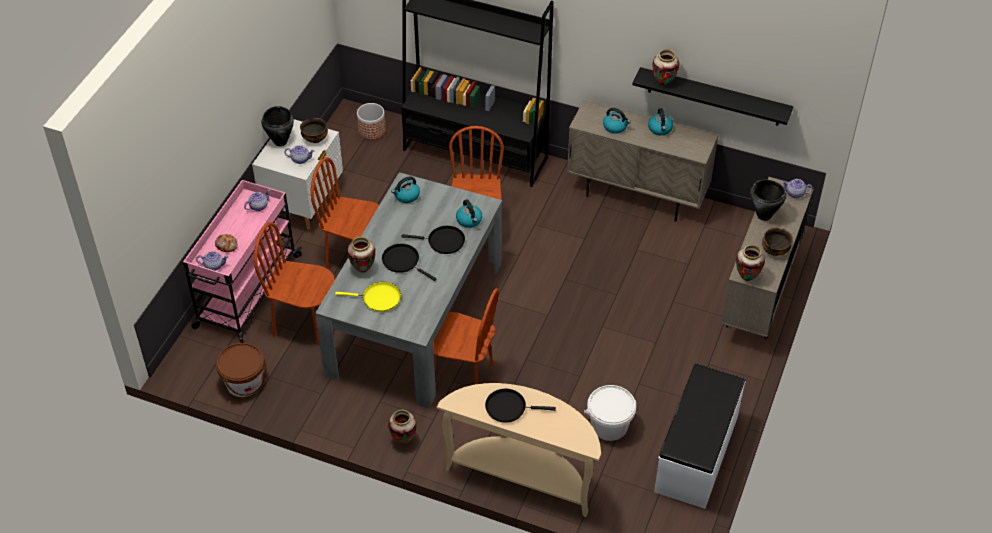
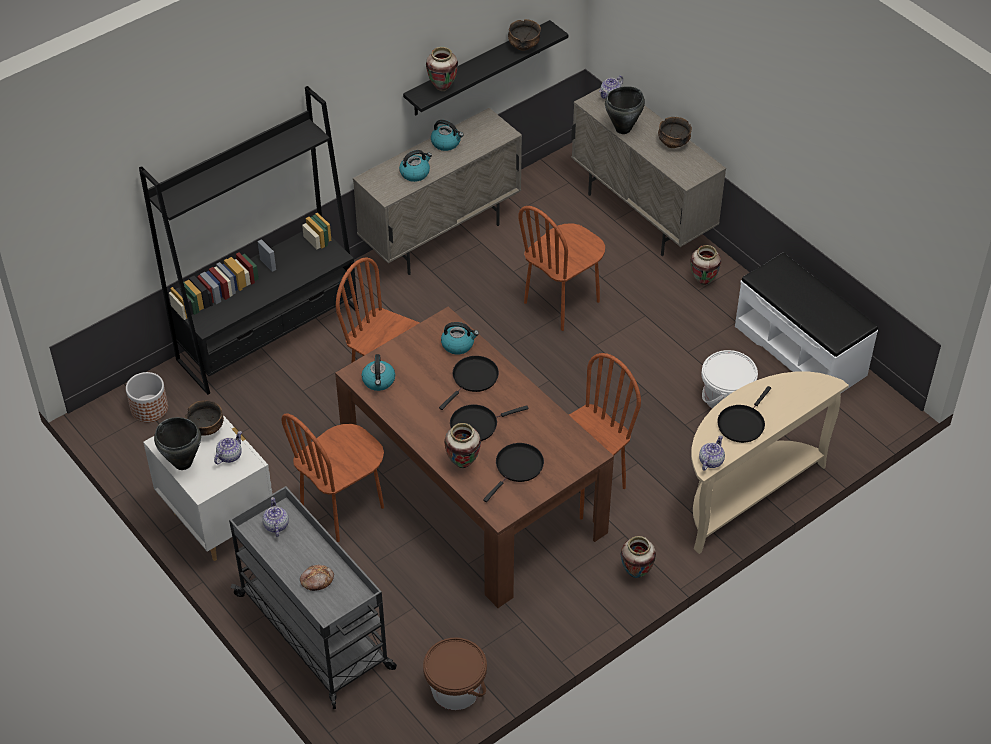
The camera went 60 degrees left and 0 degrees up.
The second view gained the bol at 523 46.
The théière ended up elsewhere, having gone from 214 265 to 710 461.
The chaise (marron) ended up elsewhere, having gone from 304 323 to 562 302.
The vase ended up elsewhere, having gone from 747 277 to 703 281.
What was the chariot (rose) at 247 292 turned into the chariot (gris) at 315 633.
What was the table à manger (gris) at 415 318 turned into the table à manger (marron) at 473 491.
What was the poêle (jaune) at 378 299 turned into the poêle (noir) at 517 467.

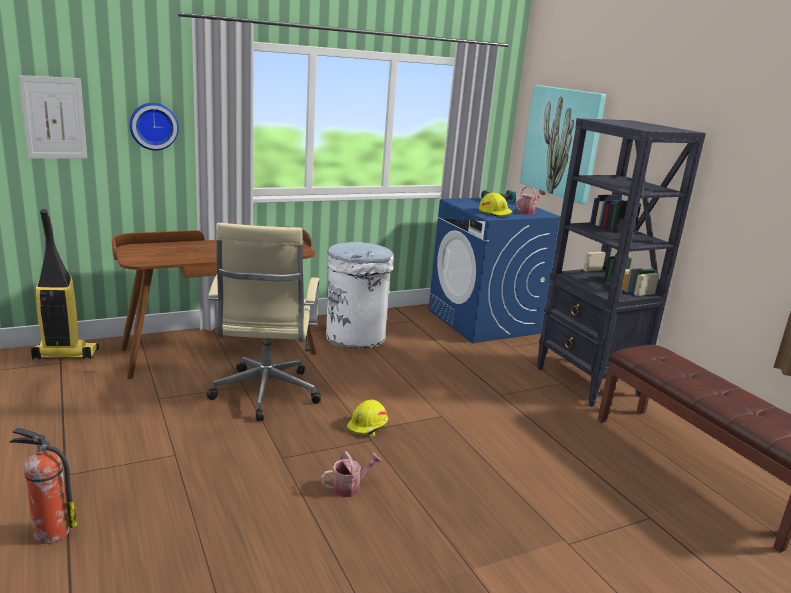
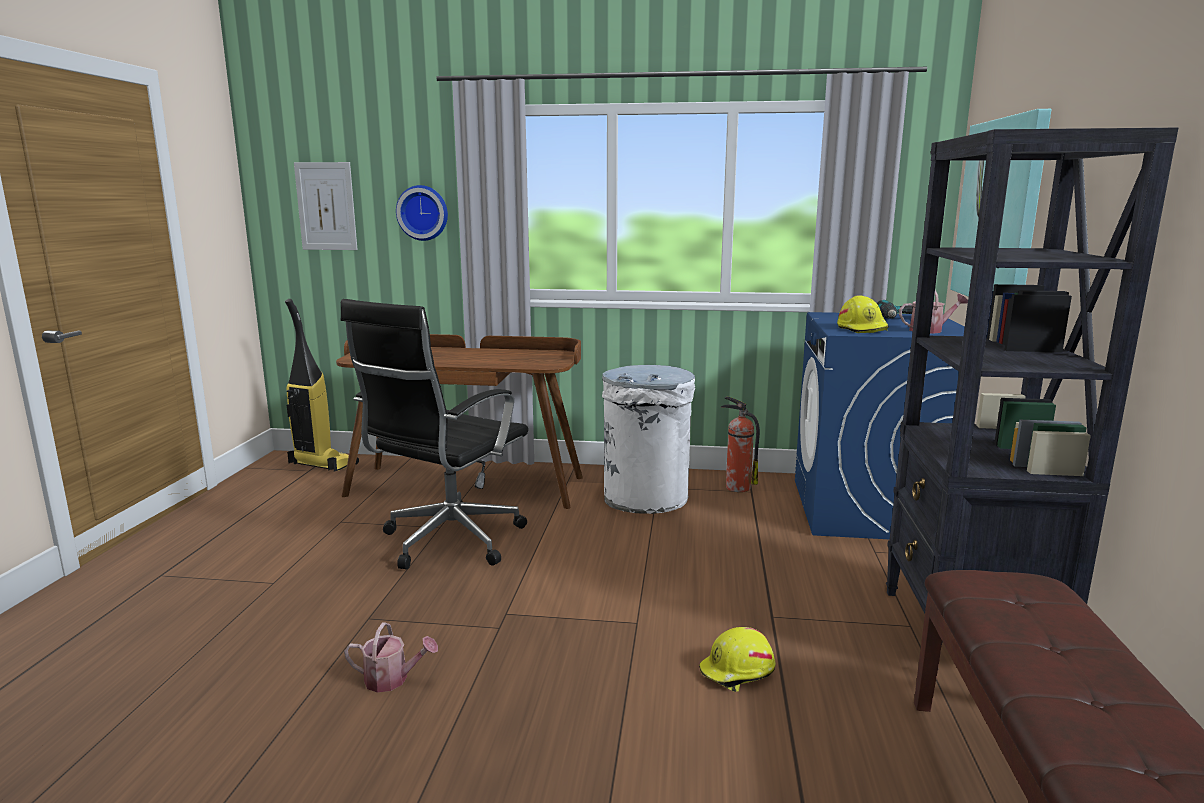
The camera went 35 degrees right and 5 degrees down.
The extincteur ended up elsewhere, having gone from 49 533 to 736 487.
The casque de chantier (jaune) ended up elsewhere, having gone from 368 426 to 737 672.
What was the chaise de bureau (beige) at 265 395 turned into the chaise de bureau (noir) at 448 542.

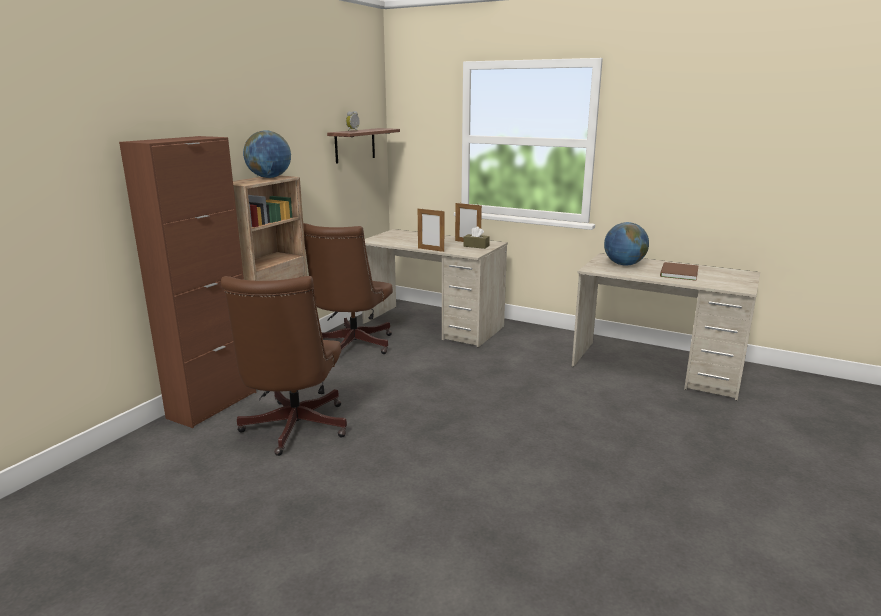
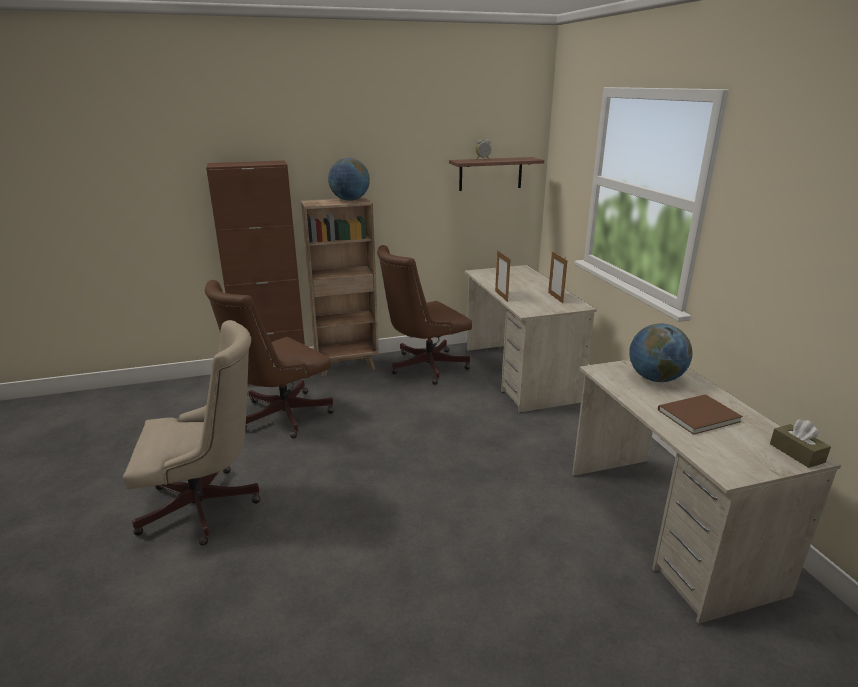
The camera went 45 degrees right and 5 degrees up.
The second view gained the chaise de bureau (beige) at 207 507.
The boîte à mouchoirs (marron) ended up elsewhere, having gone from 476 246 to 796 453.

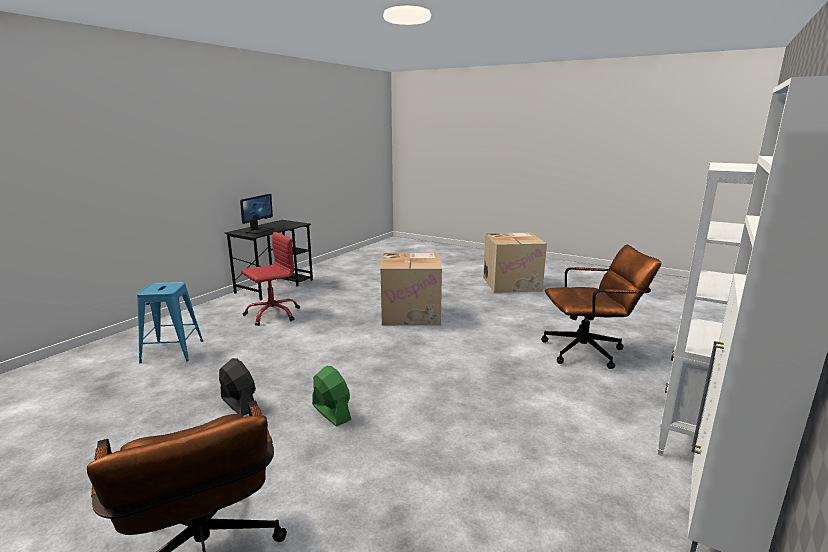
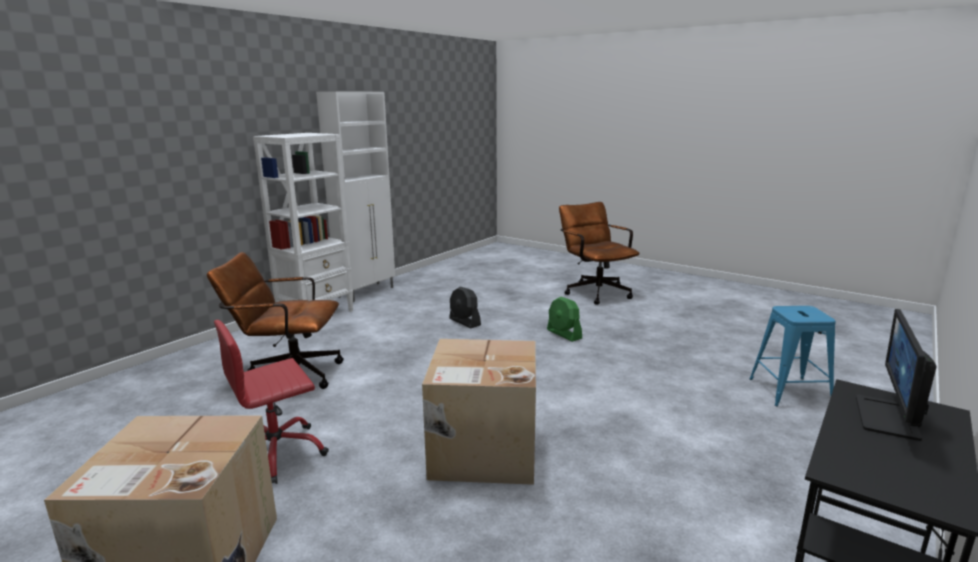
The camera went 175 degrees left and 0 degrees up.
The ventilateur (noir) ended up elsewhere, having gone from 239 403 to 465 322.
The chaise de bureau (rouge) ended up elsewhere, having gone from 272 314 to 276 454.

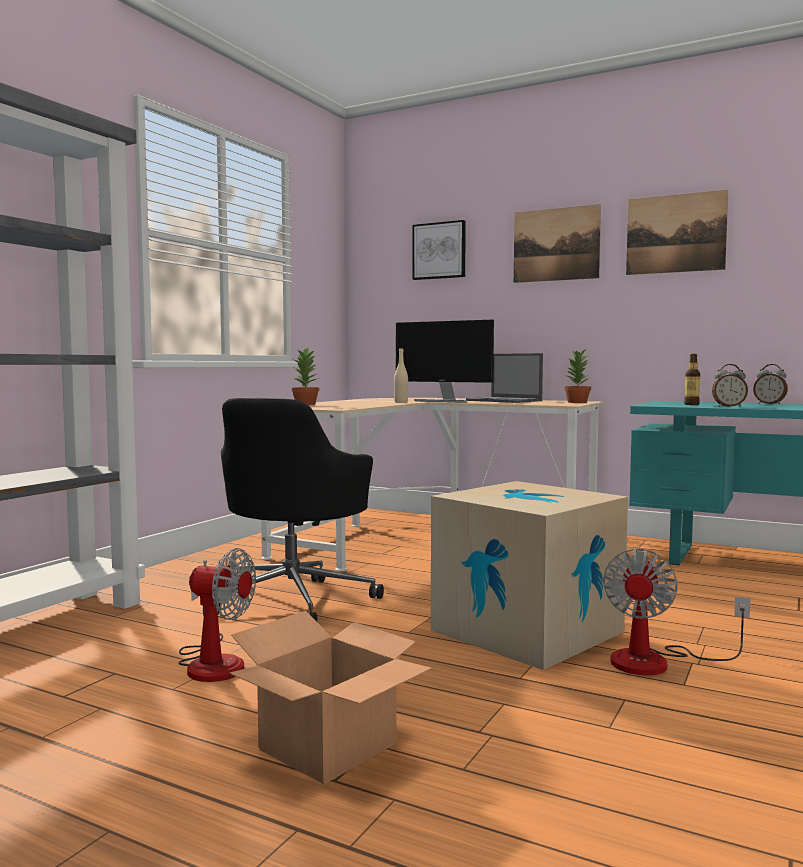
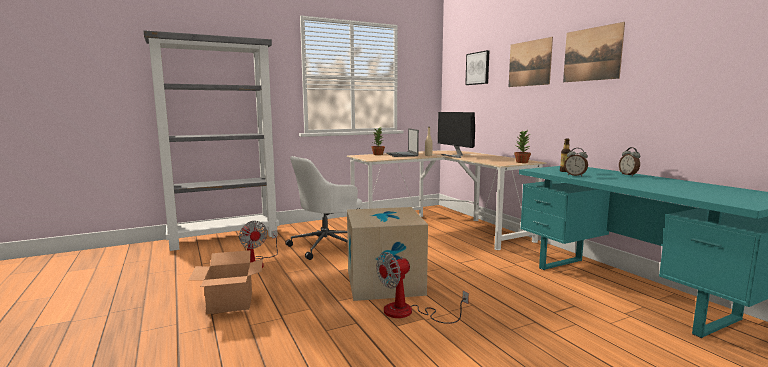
The camera went 35 degrees right and 5 degrees up.
The ordinateur portable ended up elsewhere, having gone from 505 400 to 402 154.
What was the chaise de bureau (noir) at 294 599 turned into the chaise de bureau (blanc) at 327 246.

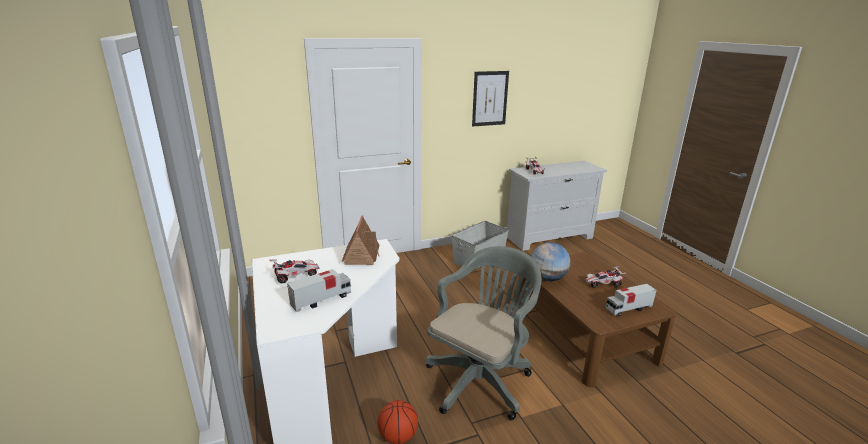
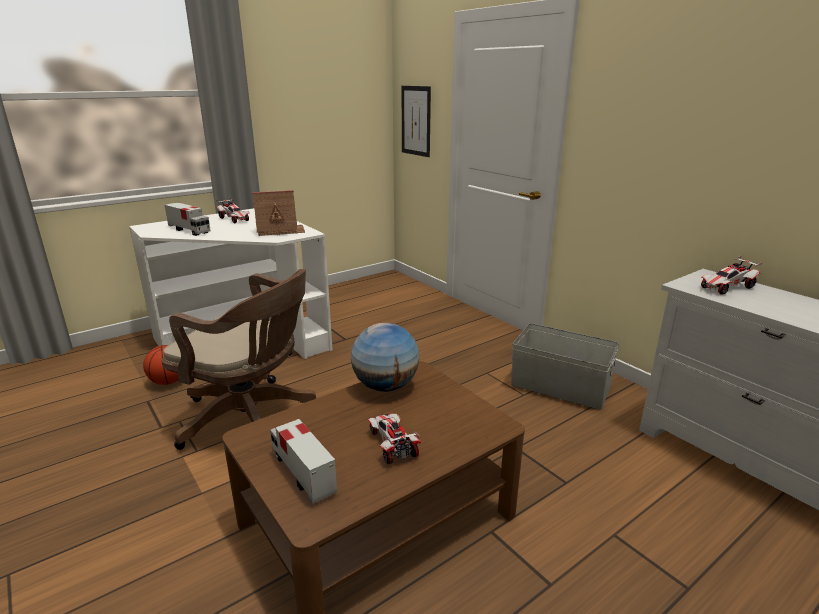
The camera went 75 degrees right and 0 degrees up.
The tableau ended up elsewhere, having gone from 490 98 to 416 121.
What was the chaise de bureau (gris) at 481 379 turned into the chaise de bureau (marron) at 252 420.

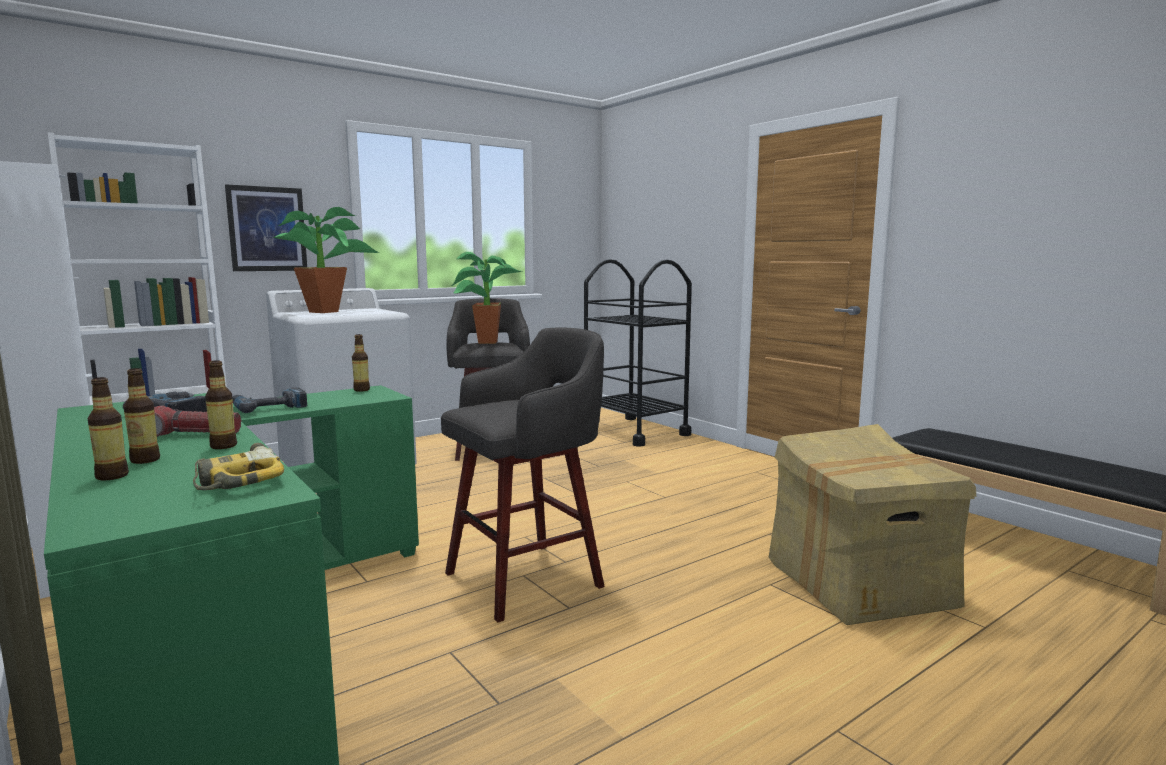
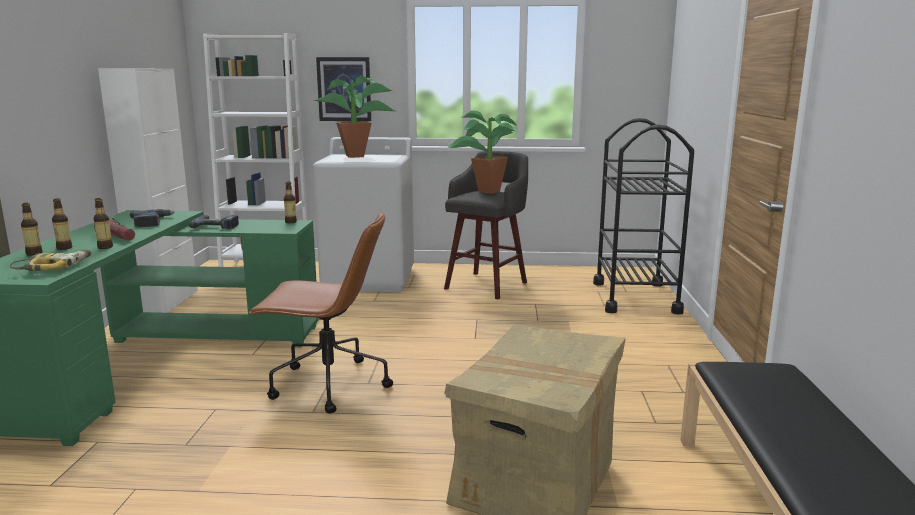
The camera went 40 degrees right and 5 degrees up.
Where the tabouret (gris) stood at 528 578, the chaise de bureau (marron) came to stand at 327 385.

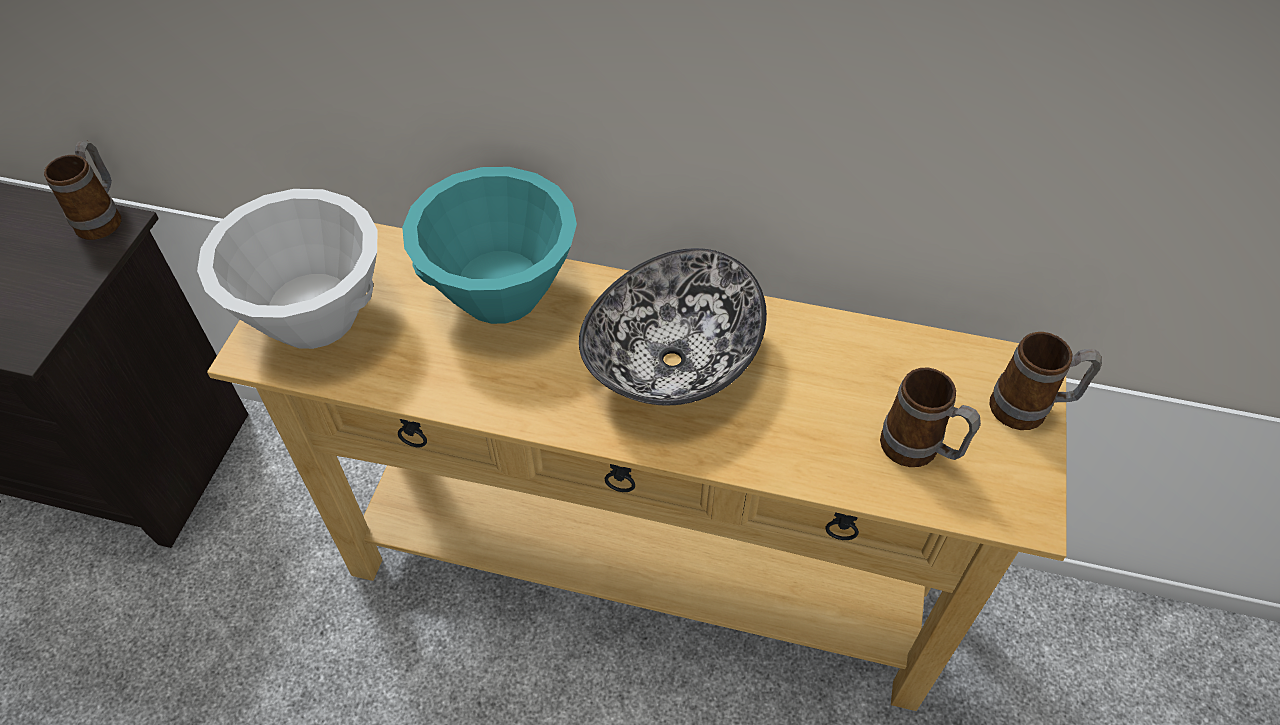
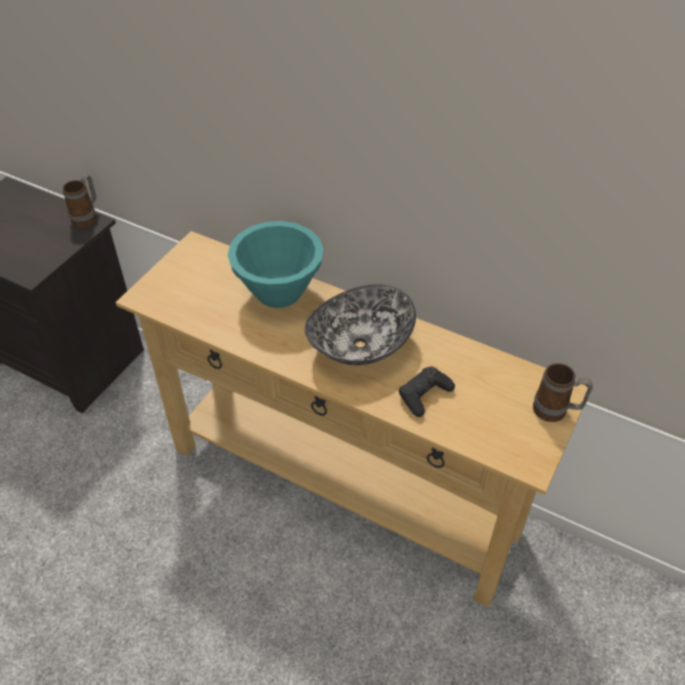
The camera went 15 degrees right and 5 degrees down.
The second view lost the bol (blanc) at 315 315.
The second view lost the mug at 918 452.
The second view gained the manette (noir) at 424 395.

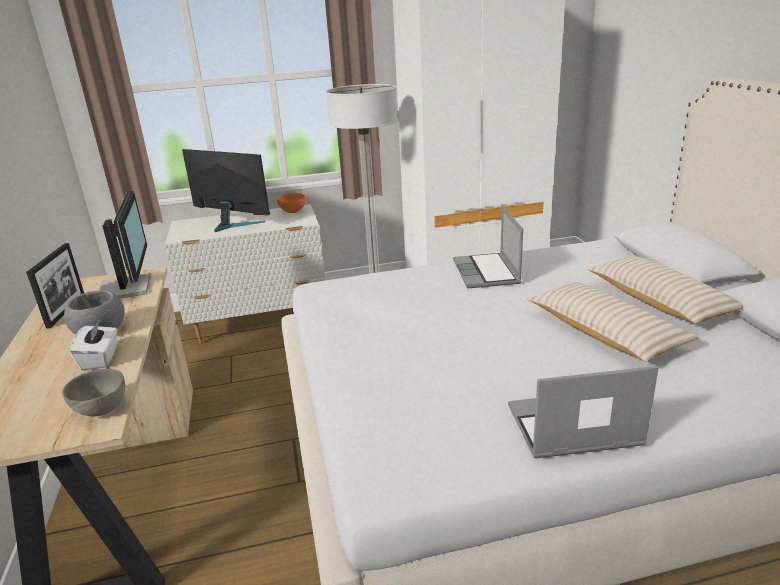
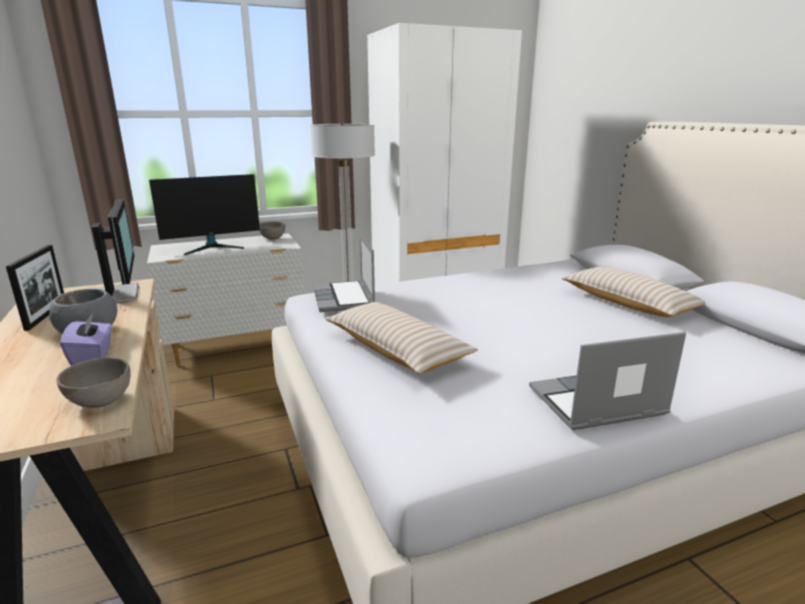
The camera went 10 degrees left and 5 degrees down.
The ordinateur portable ended up elsewhere, having gone from 487 272 to 344 298.
The coussin (beige) ended up elsewhere, having gone from 604 333 to 396 350.
What was the boîte à mouchoirs (blanc) at 100 359 turned into the boîte à mouchoirs (violet) at 93 356.
What was the bol (orange) at 292 211 turned into the bol (gris) at 272 238.
The écran d'ordinateur at 230 224 ended up facing another way, 135 degrees clockwise from before.

